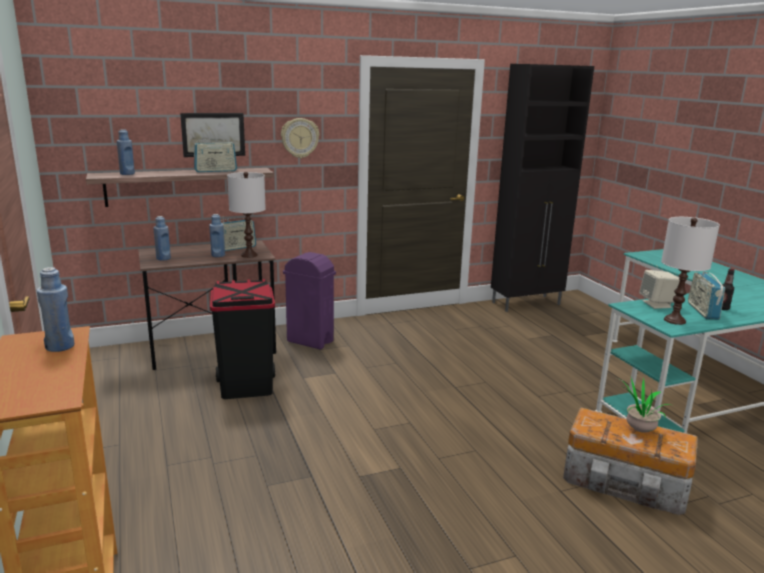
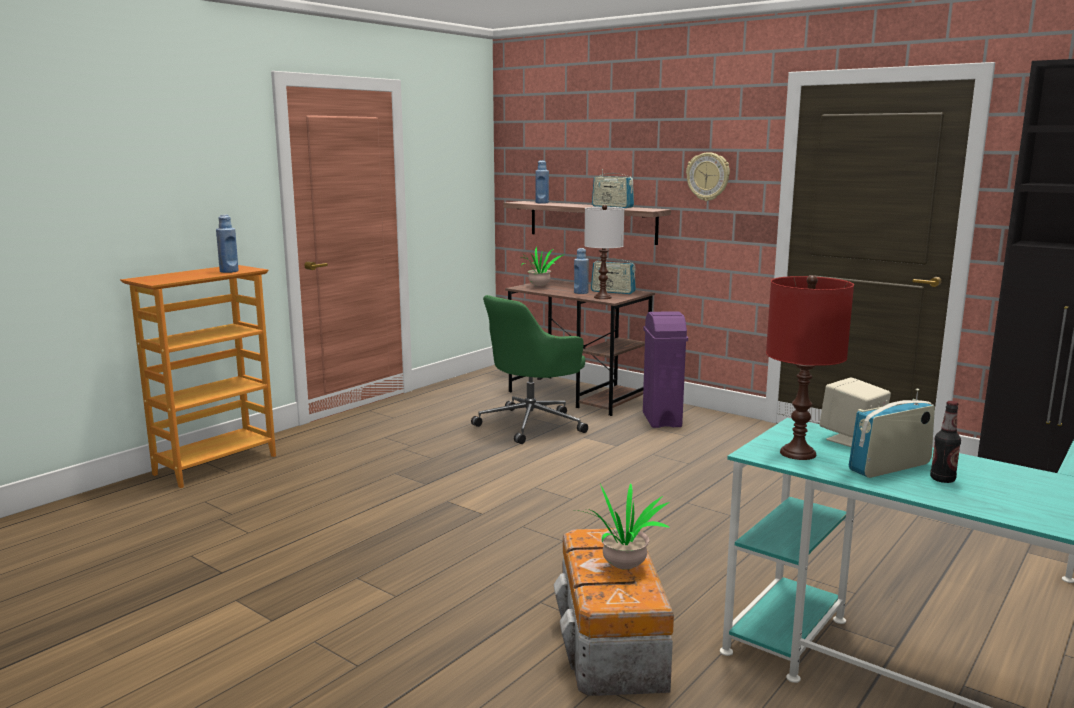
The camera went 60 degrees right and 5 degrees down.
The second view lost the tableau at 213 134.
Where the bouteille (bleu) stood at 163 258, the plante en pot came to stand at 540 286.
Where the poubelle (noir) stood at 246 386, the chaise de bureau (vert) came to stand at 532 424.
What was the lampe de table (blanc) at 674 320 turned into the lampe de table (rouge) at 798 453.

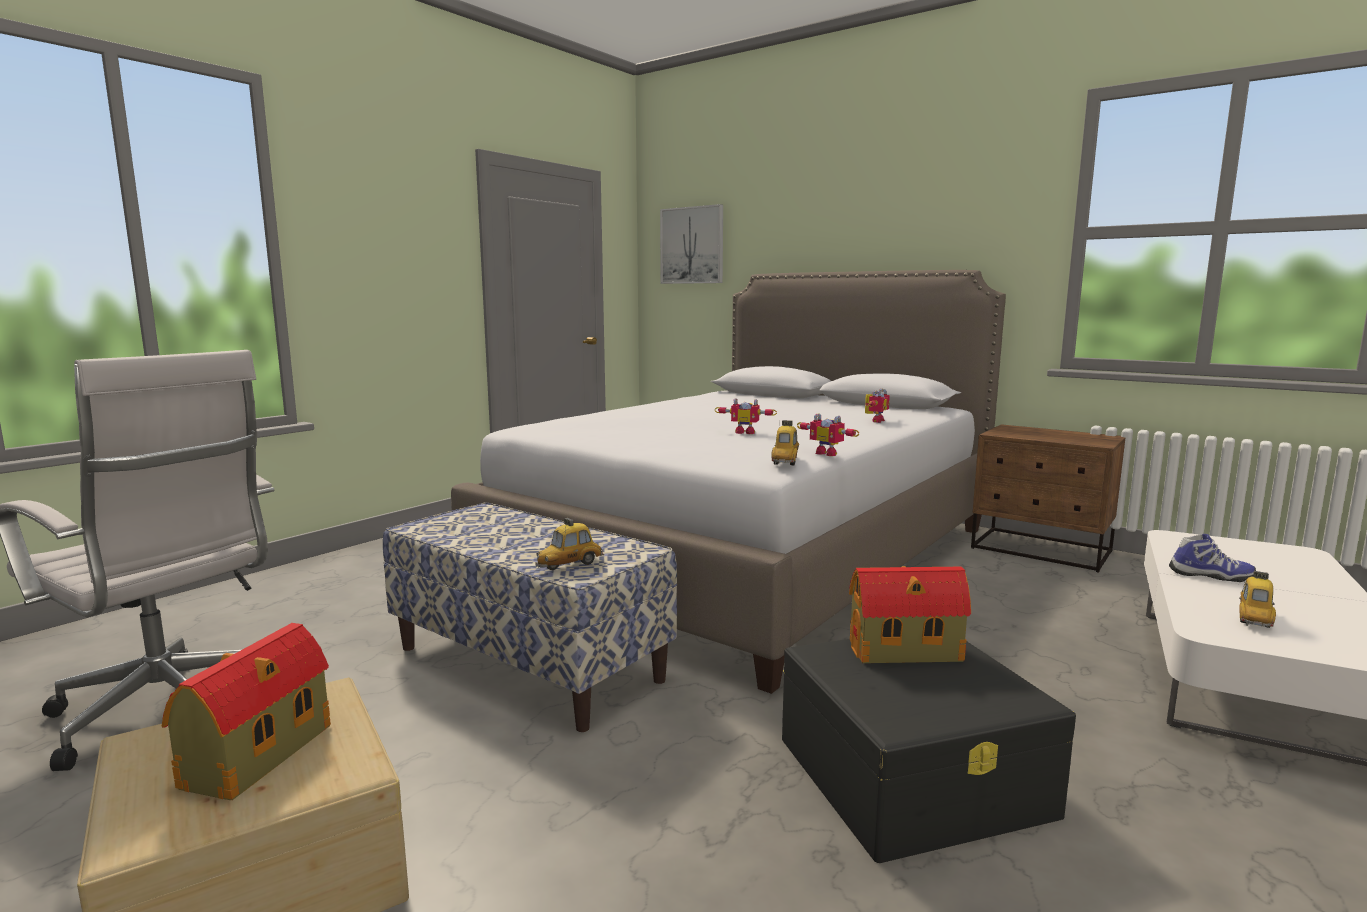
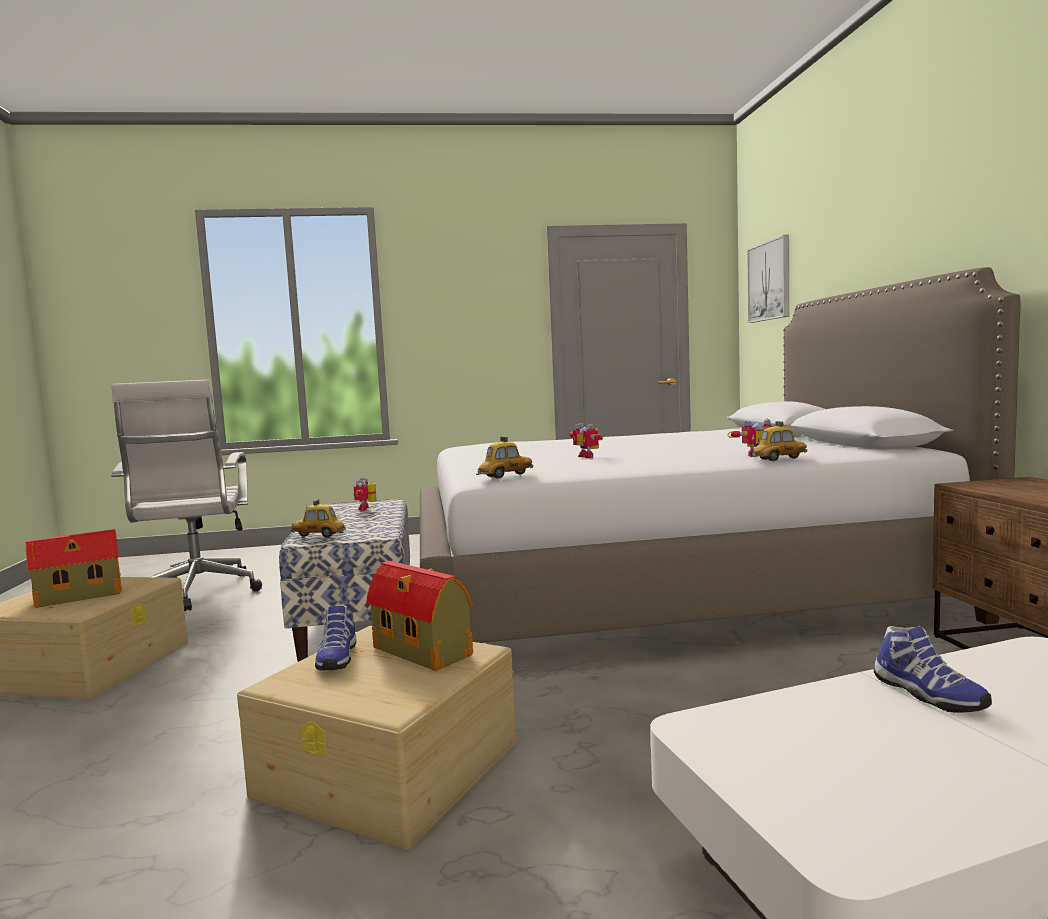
The camera went 45 degrees right and 5 degrees down.
The second view gained the chaussure at 336 658.
The robot jouet ended up elsewhere, having gone from 828 453 to 367 508.
The petite voiture ended up elsewhere, having gone from 1253 619 to 779 459.
What was the boîte de rangement (noir) at 913 775 turned into the boîte de rangement (beige) at 390 768.

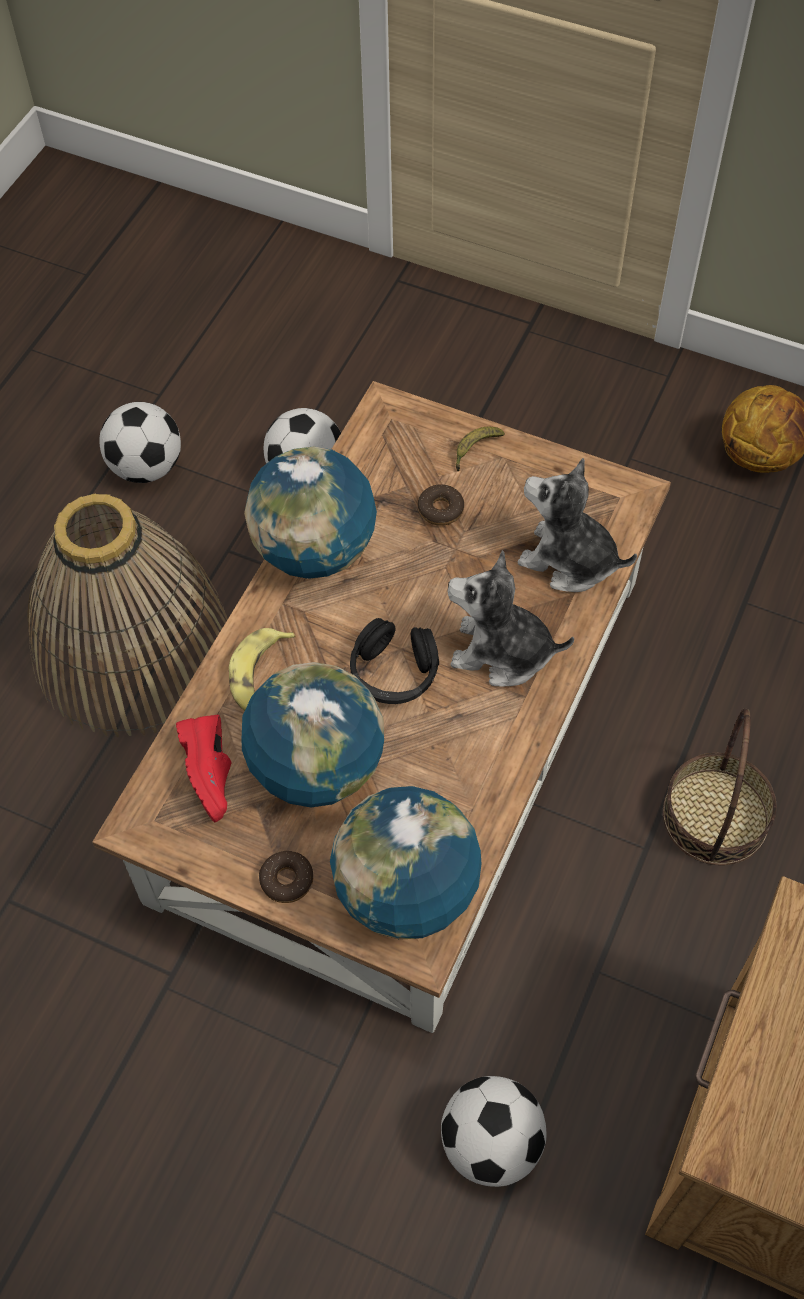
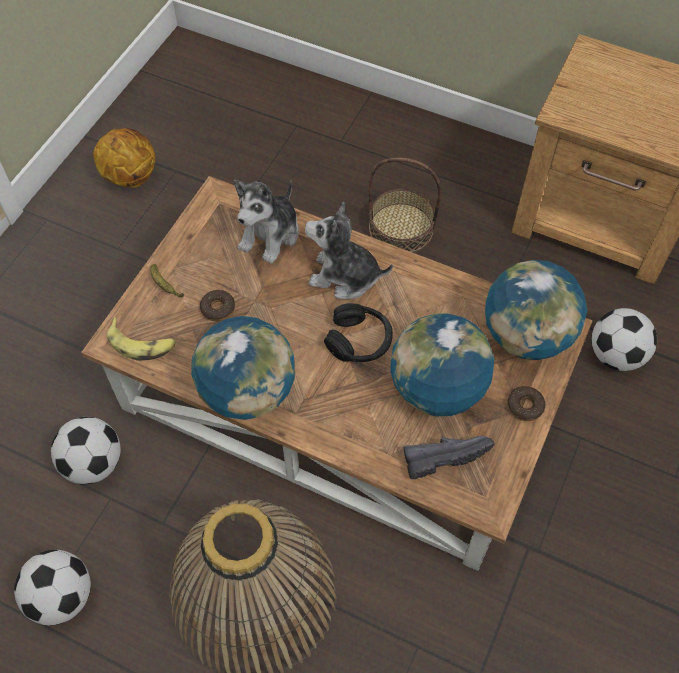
The camera went 90 degrees left and 0 degrees up.
The banane ended up elsewhere, having gone from 259 676 to 142 344.
What was the chaussure (rouge) at 214 772 turned into the chaussure (noir) at 444 456.
The peluche at 501 652 ended up facing another way, 90 degrees clockwise from before.

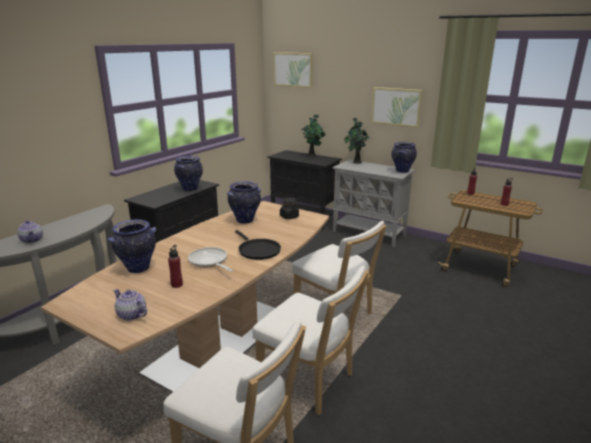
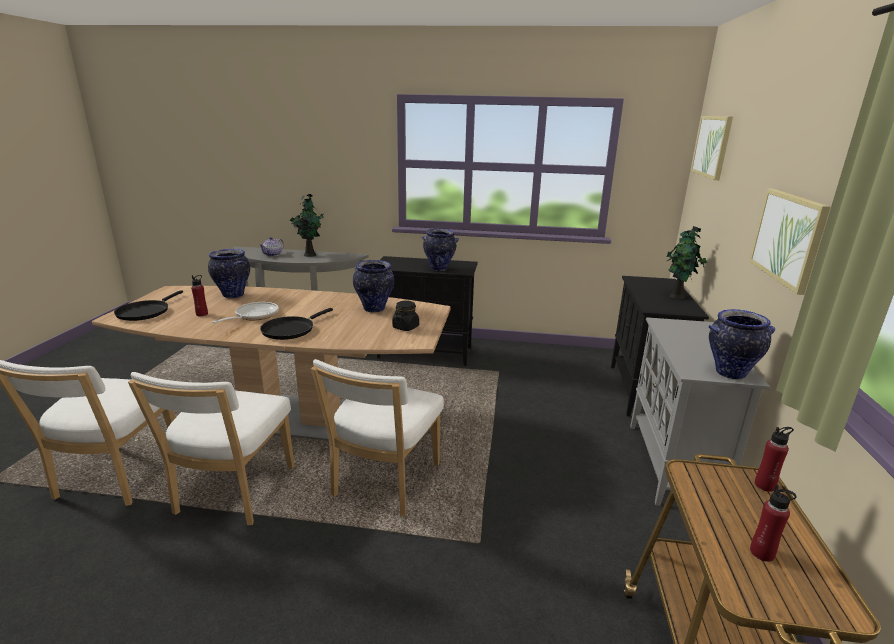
The camera went 65 degrees right and 0 degrees up.
The plante en pot ended up elsewhere, having gone from 356 162 to 310 254.
Where the théière stood at 132 315, the poêle (noir) came to stand at 145 312.

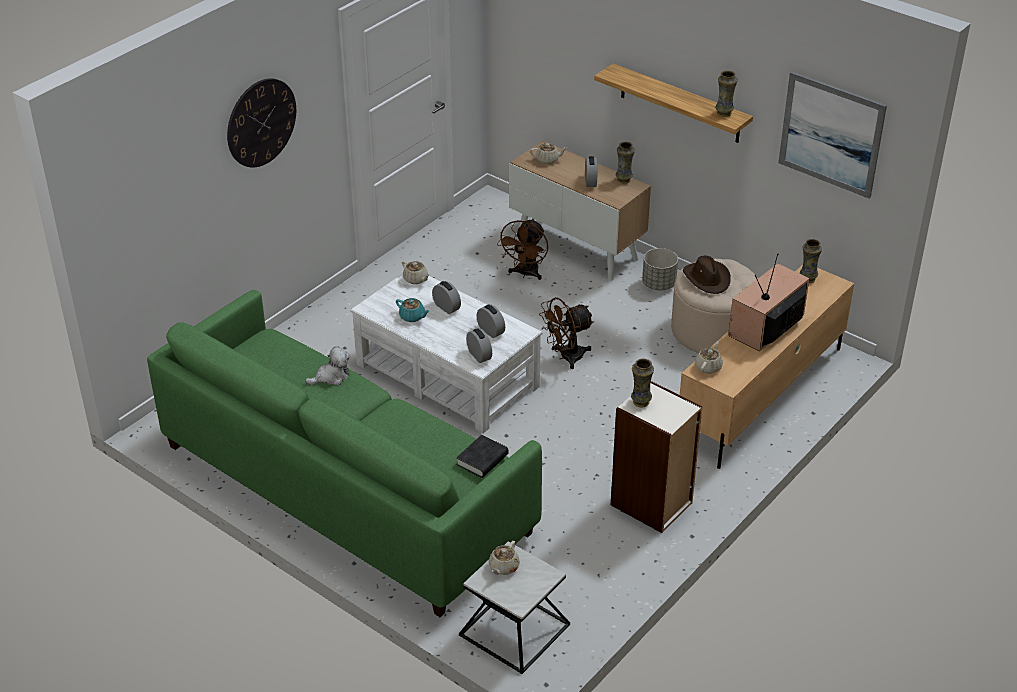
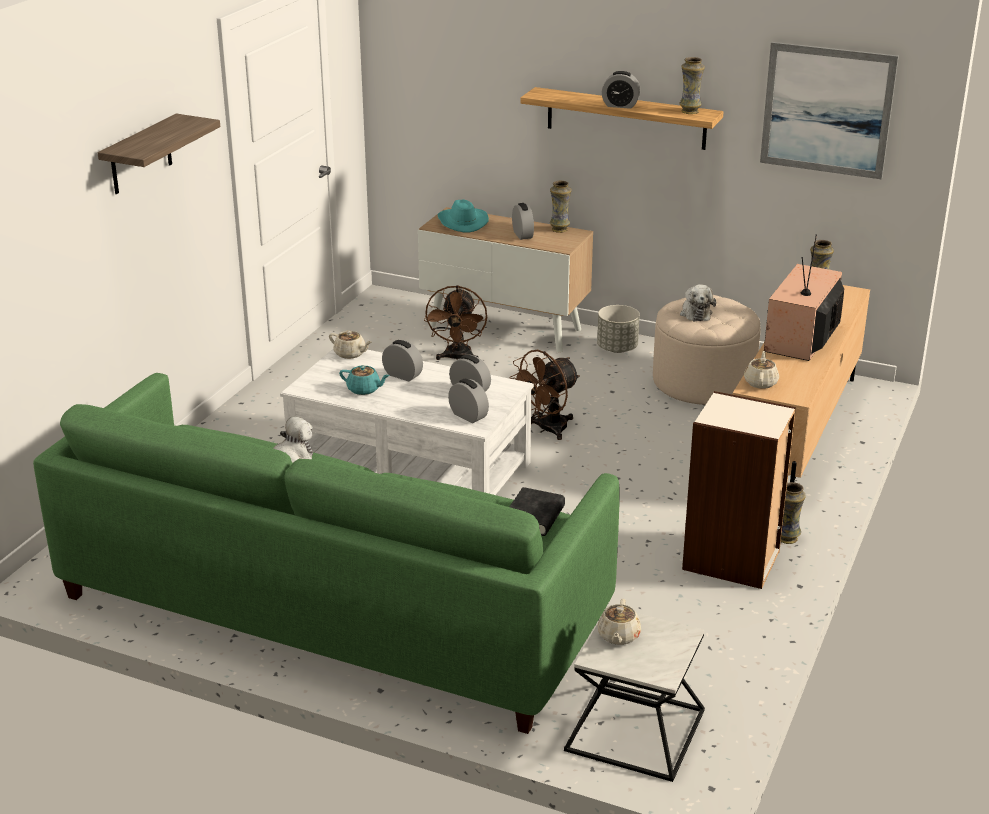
The camera went 15 degrees left and 10 degrees down.
The second view gained the réveil at 620 105.
The vase ended up elsewhere, having gone from 640 402 to 786 538.
Where the horloge murale hung at 261 122, the étagère came to hang at 141 155.
Where the théière (beige) stood at 548 159, the chapeau (turquoise) came to stand at 462 222.
Where the chapeau (marron) stood at 707 278, the peluche came to stand at 695 313.

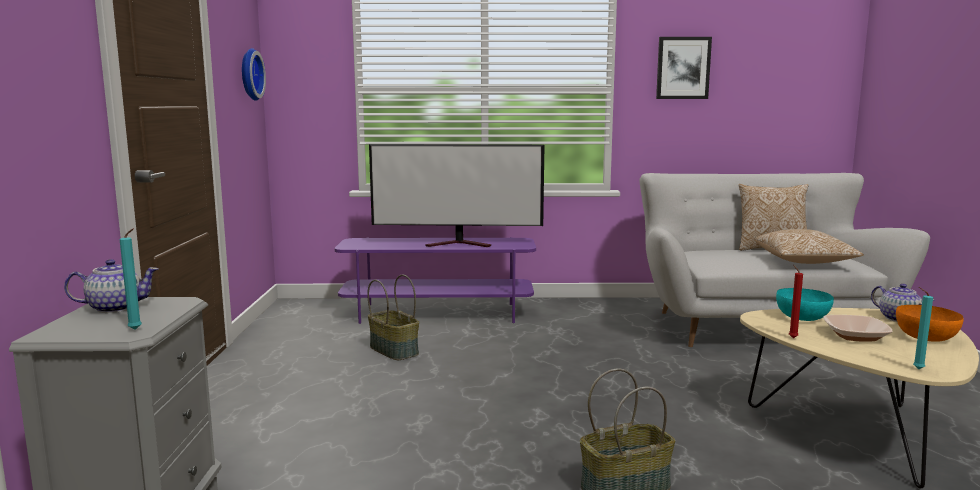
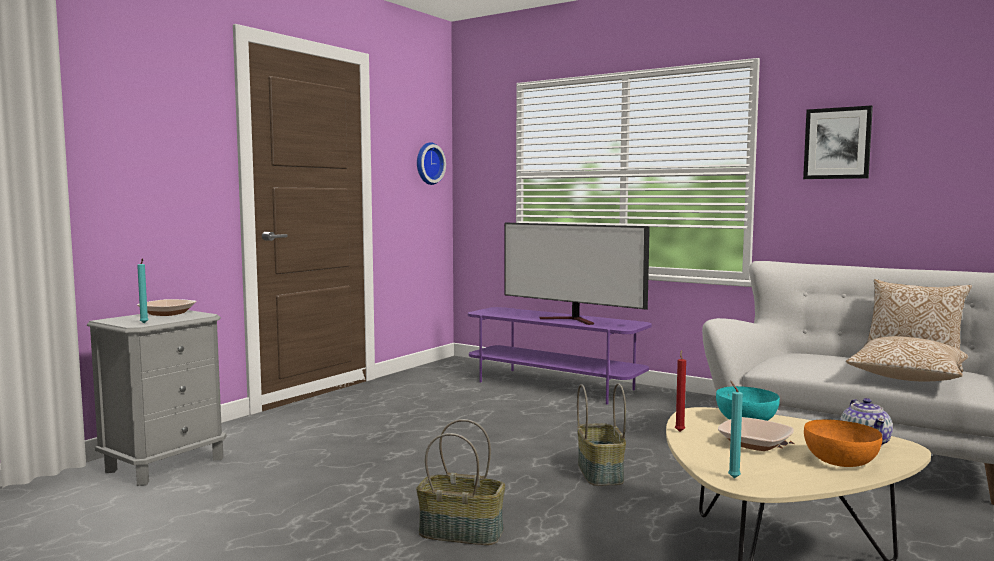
The camera went 35 degrees right and 5 degrees down.
The panier ended up elsewhere, having gone from 395 350 to 601 473.
Where the théière stood at 115 308, the bol came to stand at 167 313.

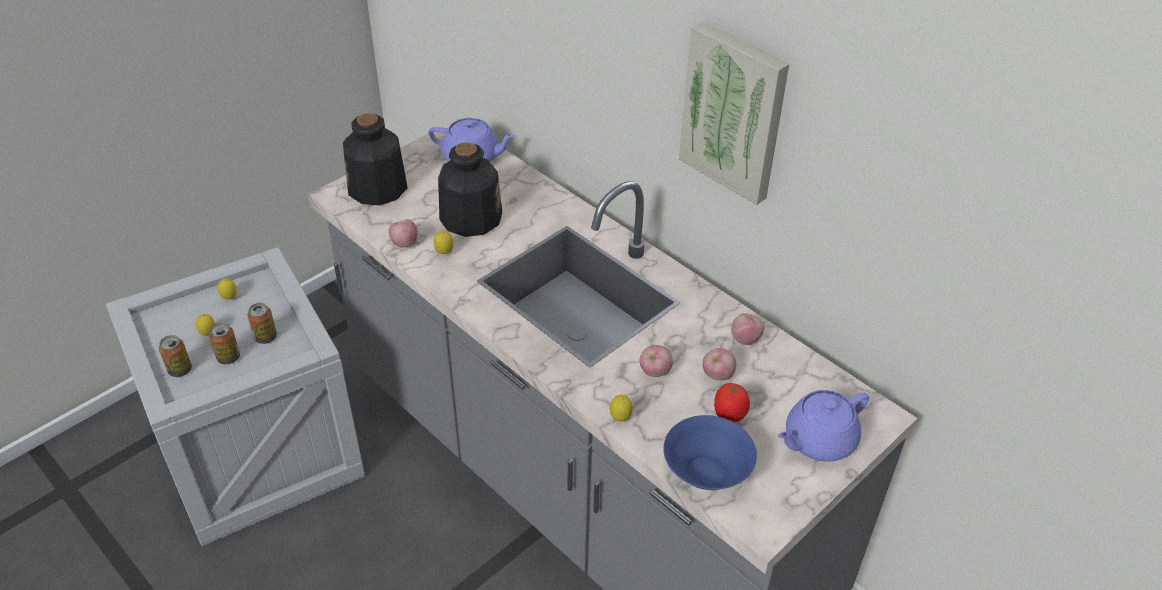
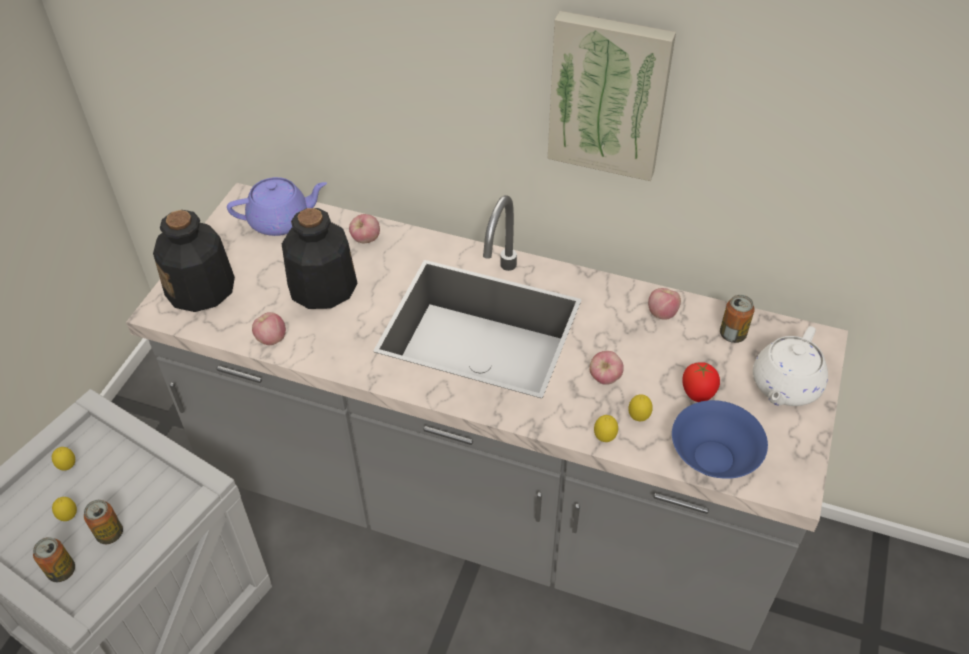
The camera went 25 degrees left and 5 degrees up.
The boîte métallique ended up elsewhere, having gone from 265 337 to 732 334.
The citron ended up elsewhere, having gone from 444 253 to 638 418.
The pomme ended up elsewhere, having gone from 717 375 to 366 240.
What was the théière (violet) at 818 440 turned into the théière (blanc) at 785 386.

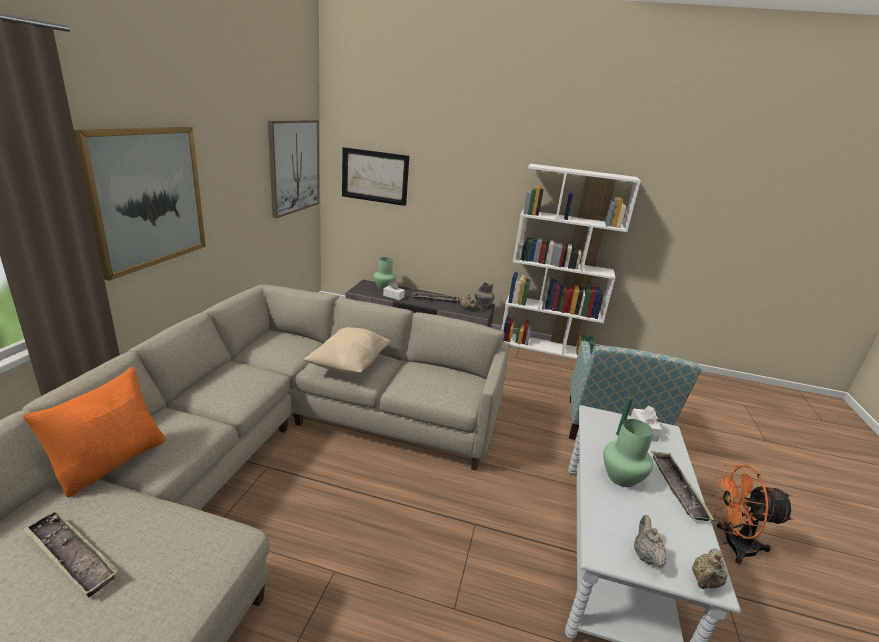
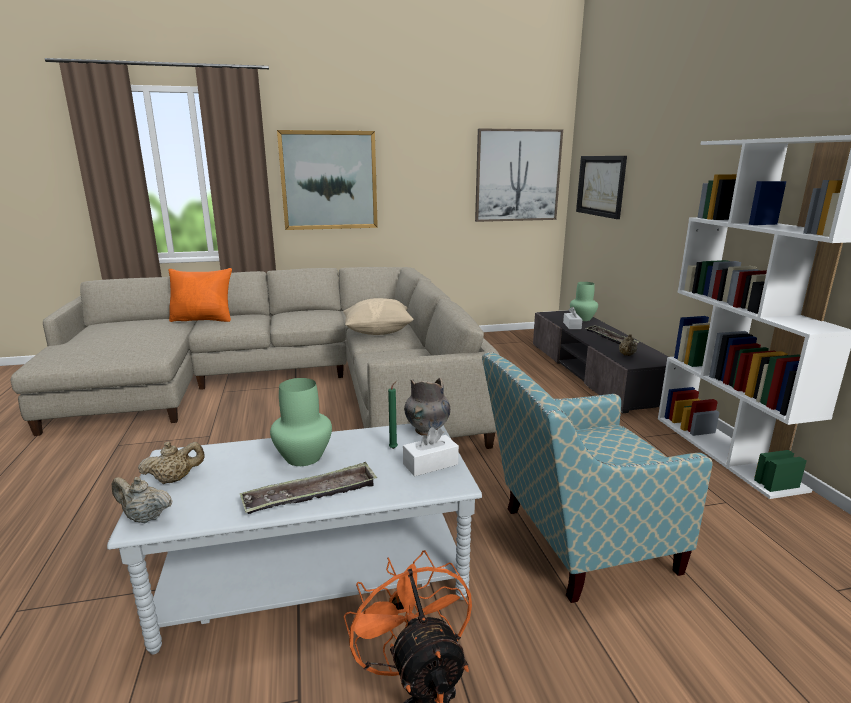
The camera went 65 degrees right and 5 degrees down.
The second view lost the plateau at 71 556.
The vase (gris) ended up elsewhere, having gone from 482 306 to 427 430.

